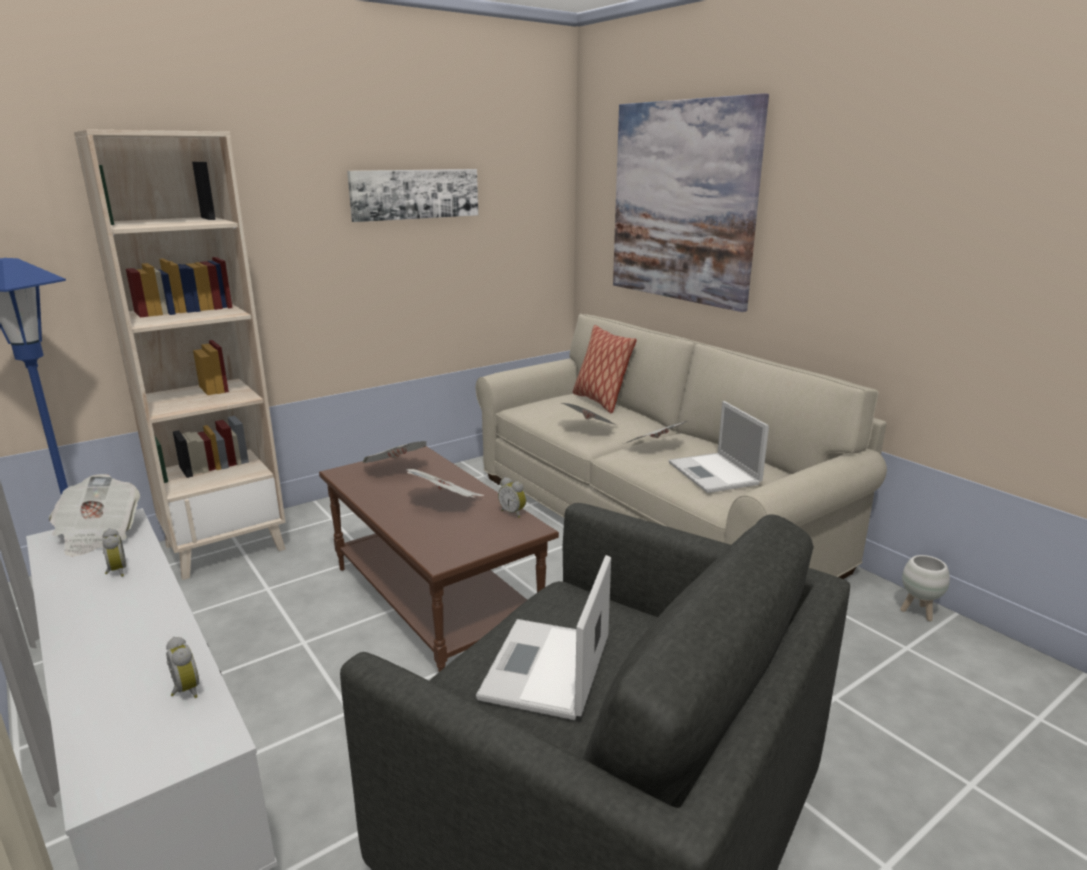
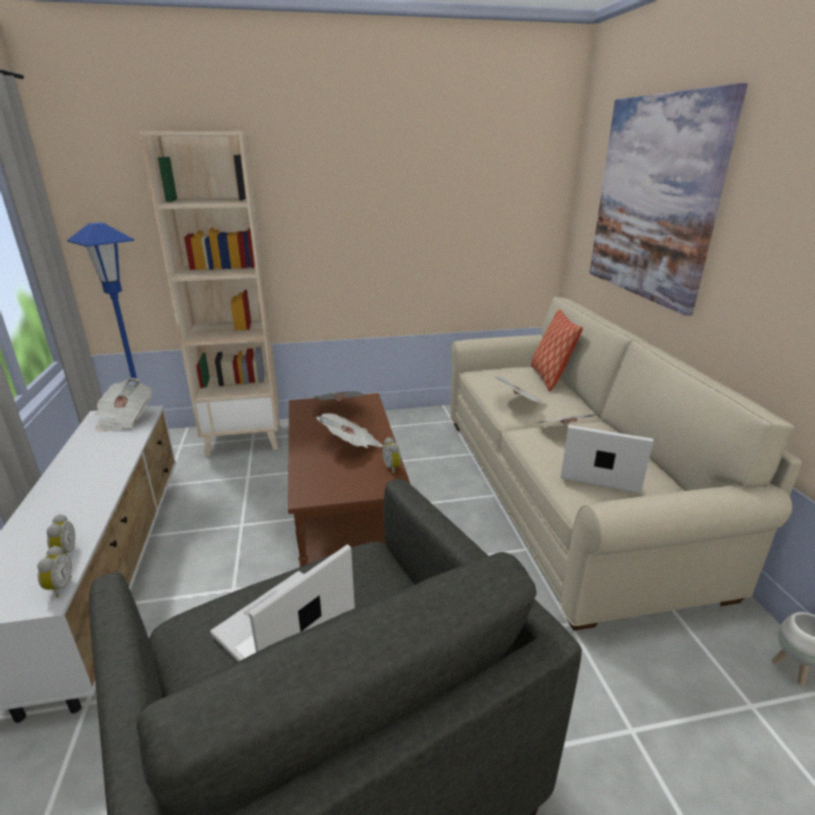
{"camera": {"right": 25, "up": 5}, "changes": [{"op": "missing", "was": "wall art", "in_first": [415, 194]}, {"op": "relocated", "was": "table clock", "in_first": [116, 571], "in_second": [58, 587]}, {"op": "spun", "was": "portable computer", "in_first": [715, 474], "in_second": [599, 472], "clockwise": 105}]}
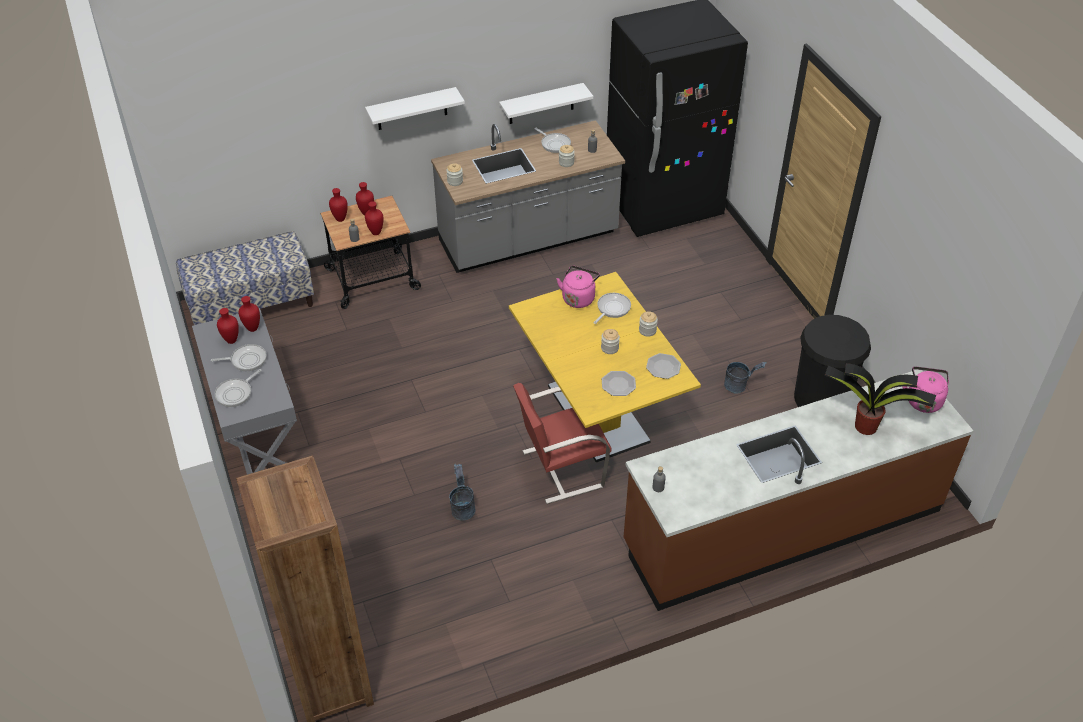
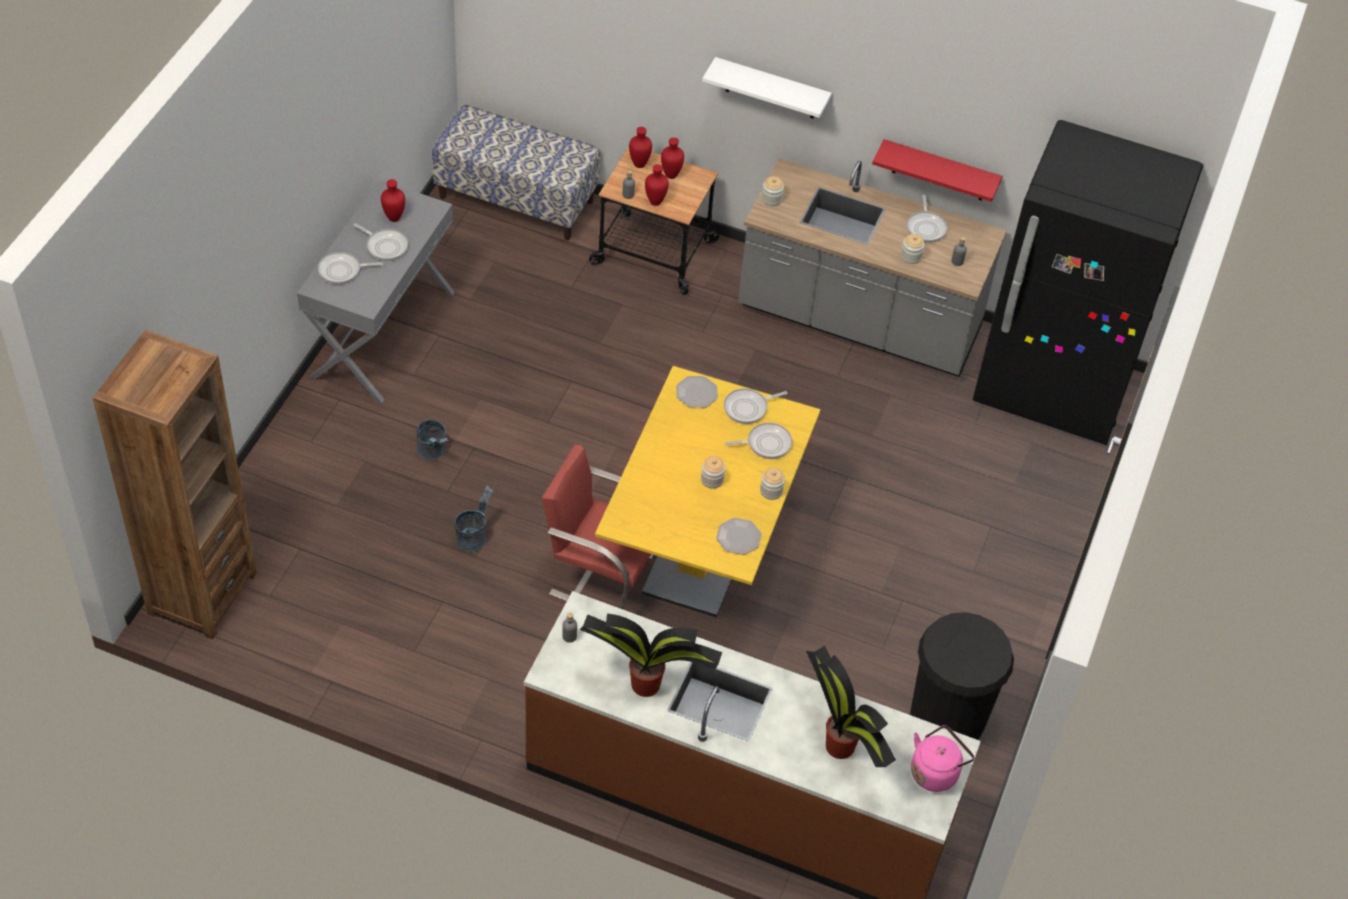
{"camera": {"right": 40, "up": 5}, "changes": [{"op": "missing", "was": "flower vase (reddish)", "in_first": [253, 329]}, {"op": "appeared", "now": "plant in a pot", "in_second": [647, 685]}, {"op": "relocated", "was": "plate", "in_first": [618, 384], "in_second": [696, 393]}, {"op": "relocated", "was": "pail (gray)", "in_first": [739, 386], "in_second": [434, 453]}, {"op": "exchanged", "was": "water kettle (pink-coloured)", "now": "pan", "in_first": [578, 297], "in_second": [748, 408]}, {"op": "colour", "was": "bracket shelf (white-coloured)", "now": "bracket shelf (reddish)", "in_first": [541, 104], "in_second": [939, 171]}]}
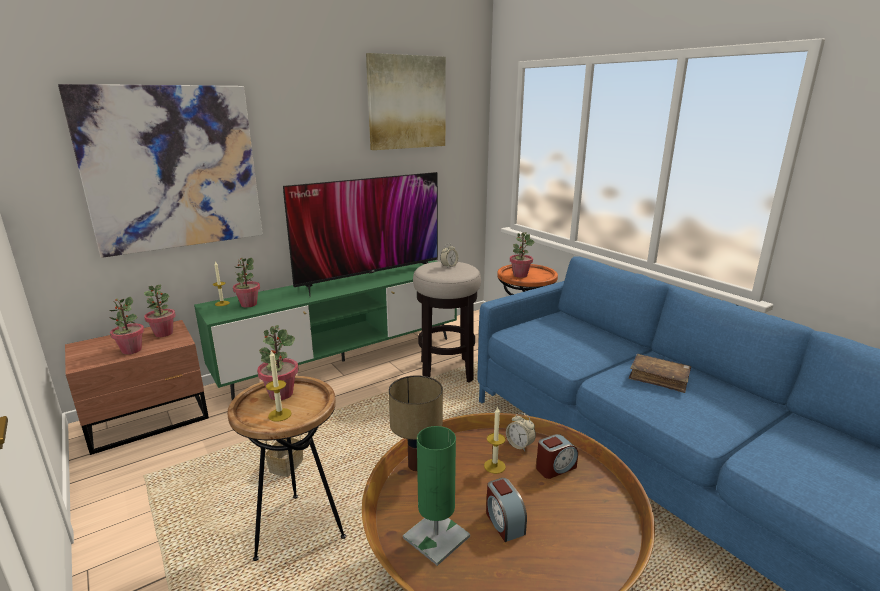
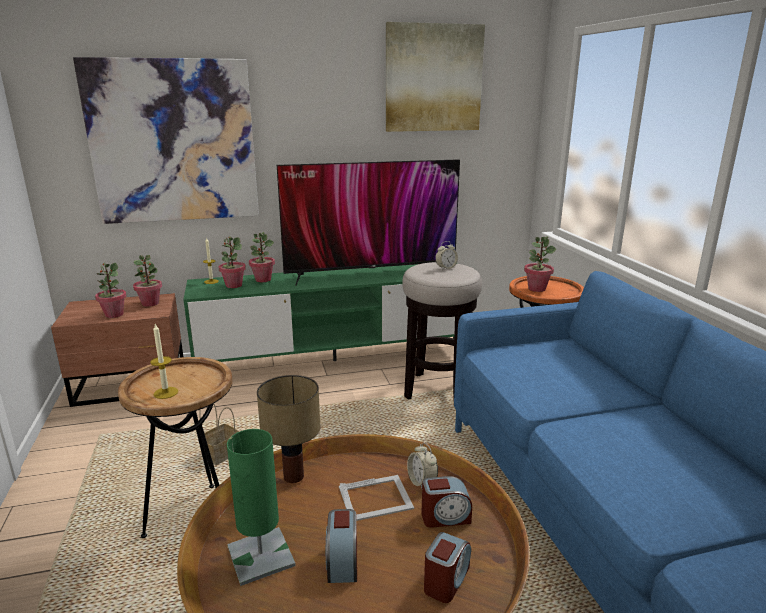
{"camera": {"right": 20, "up": 0}, "changes": [{"op": "missing", "was": "book (brownish)", "in_first": [659, 378]}, {"op": "appeared", "now": "table clock", "in_second": [446, 580]}, {"op": "relocated", "was": "plant in a pot", "in_first": [281, 394], "in_second": [263, 279]}, {"op": "exchanged", "was": "candle", "now": "picture frame", "in_first": [494, 466], "in_second": [376, 498]}]}
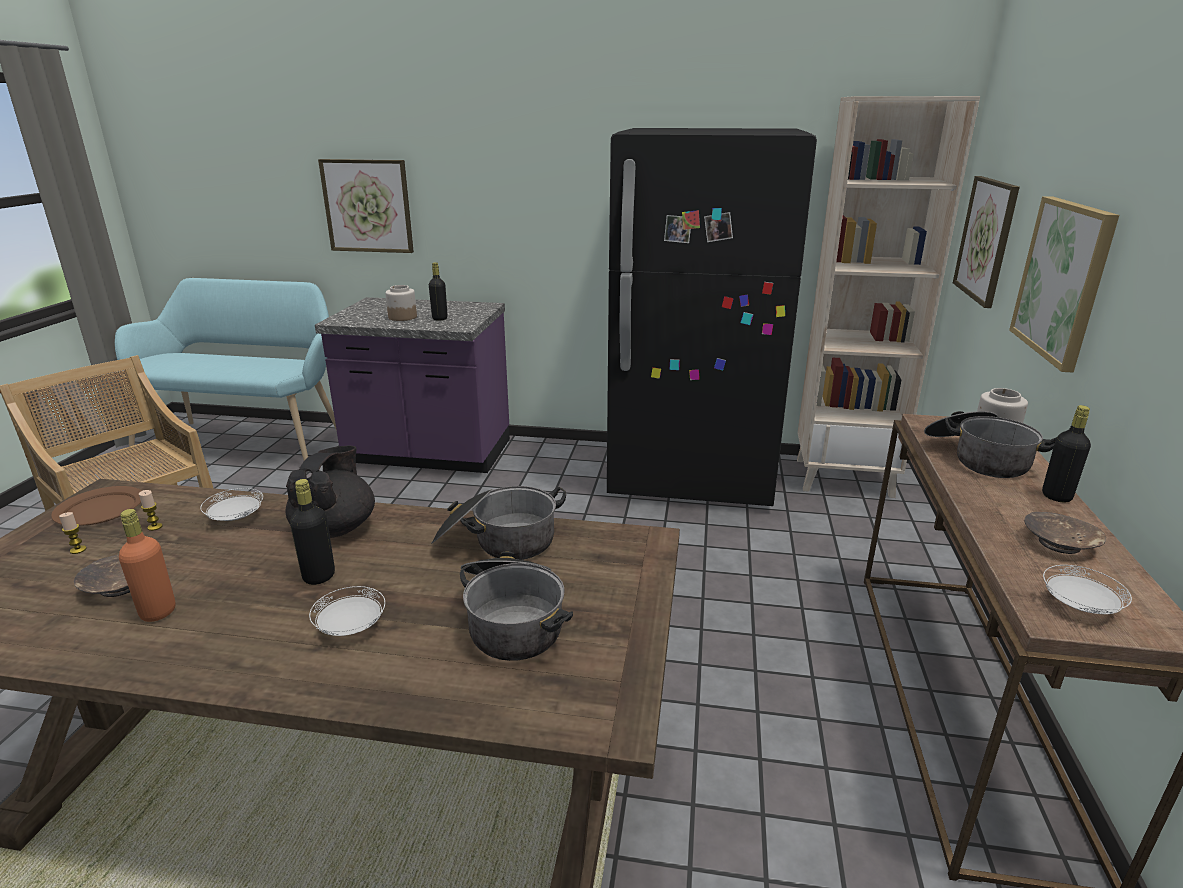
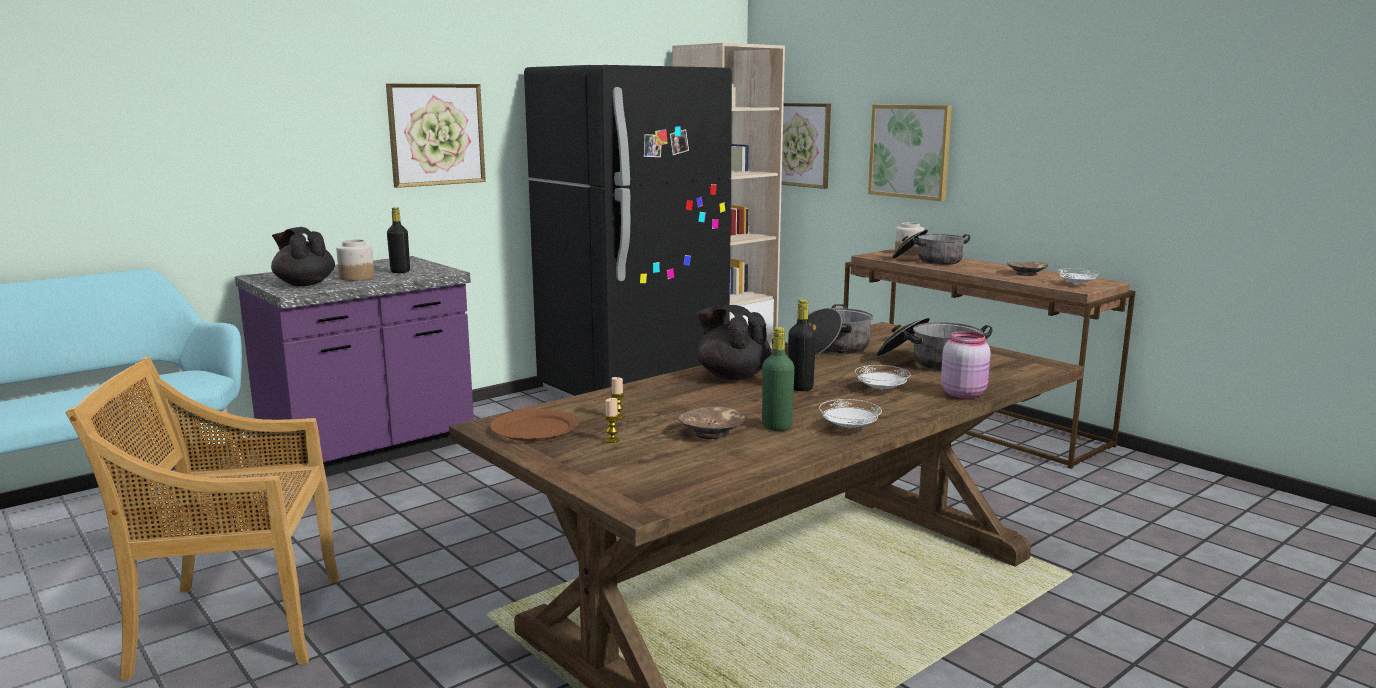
{"camera": {"right": -50, "up": -10}, "changes": [{"op": "missing", "was": "bottle (blackish)", "in_first": [1056, 496]}, {"op": "appeared", "now": "tea pot (blackish)", "in_second": [304, 284]}, {"op": "appeared", "now": "jar (pink-coloured)", "in_second": [964, 394]}, {"op": "relocated", "was": "plate (white-coloured)", "in_first": [236, 518], "in_second": [849, 428]}, {"op": "relocated", "was": "wall art", "in_first": [367, 206], "in_second": [436, 134]}, {"op": "colour", "was": "bottle (orange)", "now": "bottle (green)", "in_first": [158, 612], "in_second": [776, 426]}]}
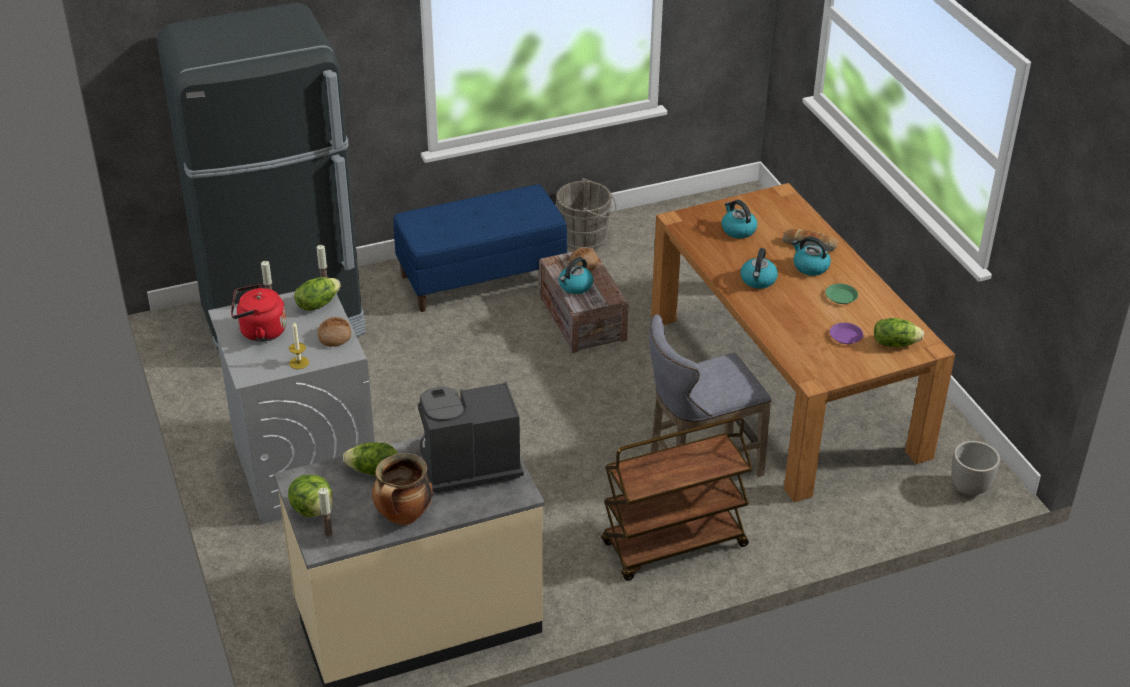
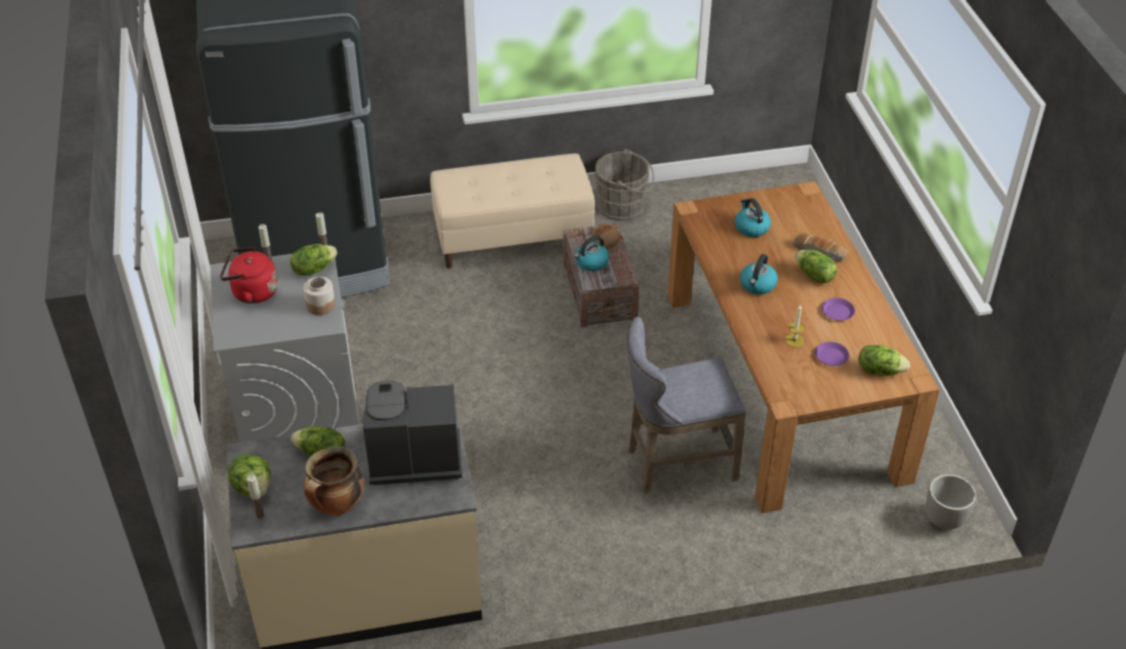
{"camera": {"right": 10, "up": 5}, "changes": [{"op": "missing", "was": "trolley (brownish)", "in_first": [673, 546]}, {"op": "relocated", "was": "candle", "in_first": [299, 362], "in_second": [794, 340]}, {"op": "exchanged", "was": "baked bread", "now": "jar", "in_first": [334, 336], "in_second": [320, 305]}, {"op": "exchanged", "was": "water kettle", "now": "lettuce head", "in_first": [810, 267], "in_second": [814, 276]}, {"op": "colour", "was": "long seat (blue)", "now": "long seat (beige)", "in_first": [482, 277], "in_second": [513, 238]}, {"op": "colour", "was": "plate (green)", "now": "plate (purple-coloured)", "in_first": [841, 296], "in_second": [838, 312]}]}
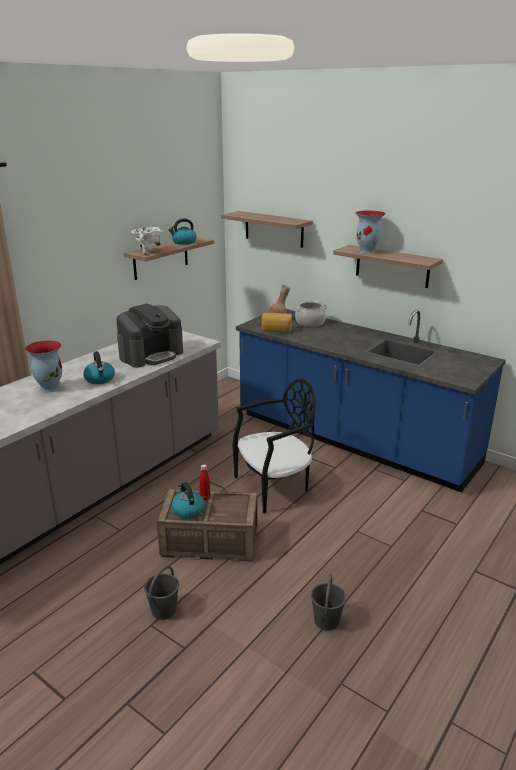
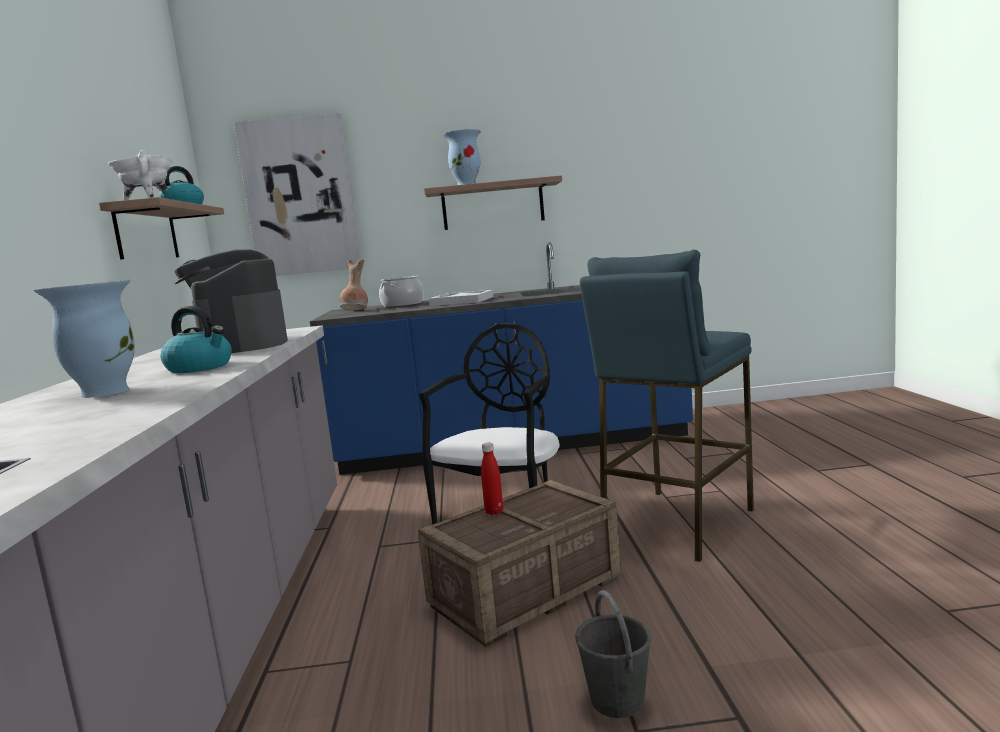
{"camera": {"right": -40, "up": -15}, "changes": [{"op": "missing", "was": "water kettle", "in_first": [188, 510]}, {"op": "missing", "was": "baked bread", "in_first": [276, 330]}, {"op": "missing", "was": "pail (gray)", "in_first": [326, 621]}, {"op": "appeared", "now": "tray (white-coloured)", "in_second": [461, 301]}, {"op": "appeared", "now": "sitting stool (blue)", "in_second": [676, 523]}, {"op": "exchanged", "was": "bracket shelf", "now": "wall art", "in_first": [274, 229], "in_second": [300, 197]}, {"op": "spun", "was": "coffee brewer", "in_first": [151, 355], "in_second": [239, 346], "clockwise": 150}]}
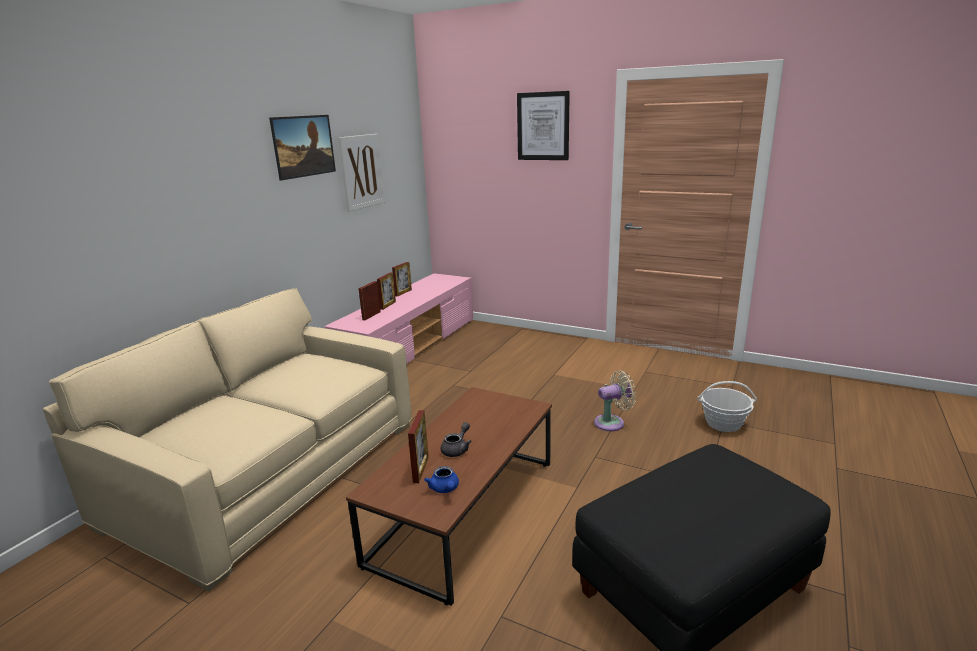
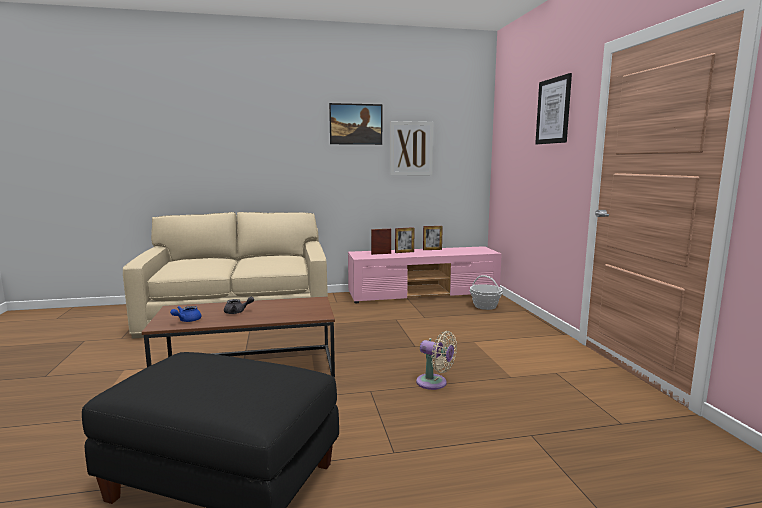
{"camera": {"right": 50, "up": -10}, "changes": [{"op": "missing", "was": "picture frame", "in_first": [421, 469]}, {"op": "relocated", "was": "storage basket", "in_first": [723, 423], "in_second": [485, 306]}]}
